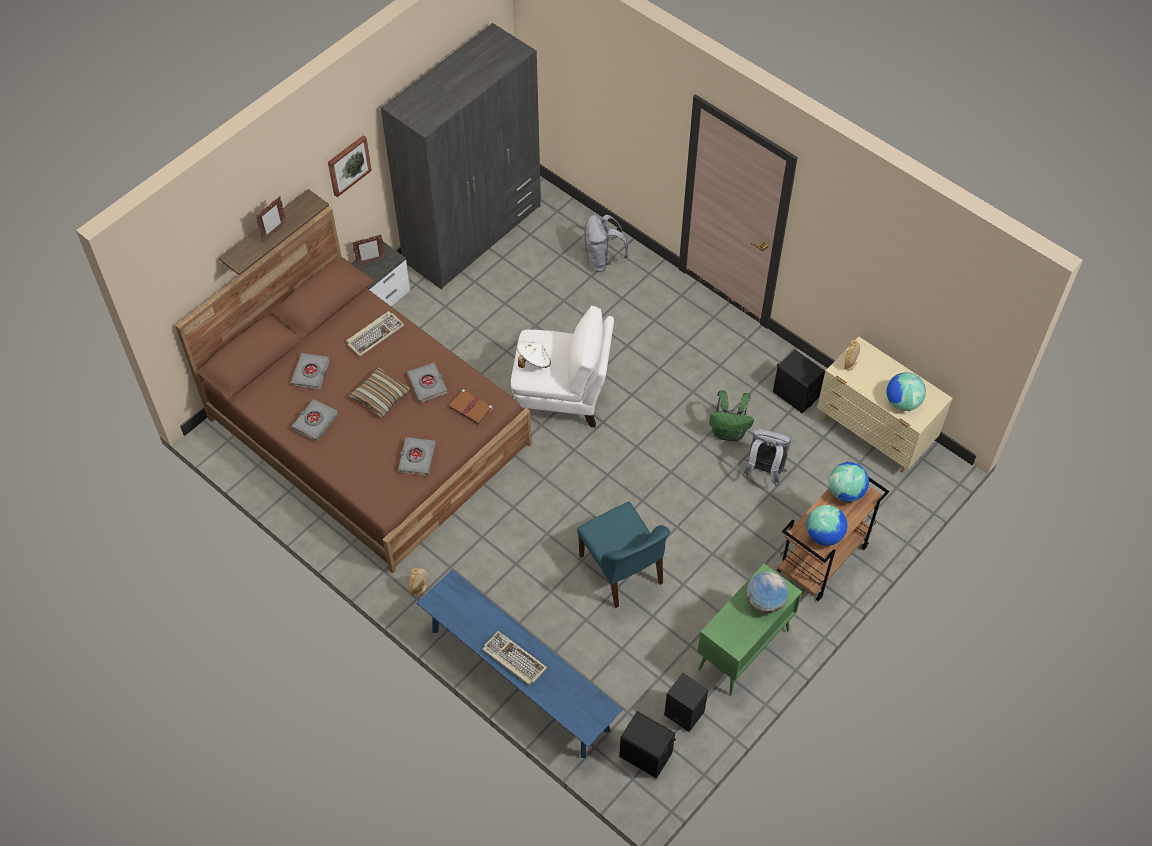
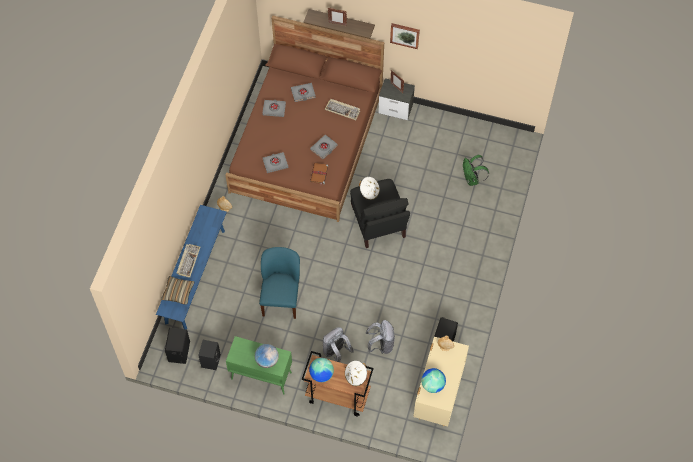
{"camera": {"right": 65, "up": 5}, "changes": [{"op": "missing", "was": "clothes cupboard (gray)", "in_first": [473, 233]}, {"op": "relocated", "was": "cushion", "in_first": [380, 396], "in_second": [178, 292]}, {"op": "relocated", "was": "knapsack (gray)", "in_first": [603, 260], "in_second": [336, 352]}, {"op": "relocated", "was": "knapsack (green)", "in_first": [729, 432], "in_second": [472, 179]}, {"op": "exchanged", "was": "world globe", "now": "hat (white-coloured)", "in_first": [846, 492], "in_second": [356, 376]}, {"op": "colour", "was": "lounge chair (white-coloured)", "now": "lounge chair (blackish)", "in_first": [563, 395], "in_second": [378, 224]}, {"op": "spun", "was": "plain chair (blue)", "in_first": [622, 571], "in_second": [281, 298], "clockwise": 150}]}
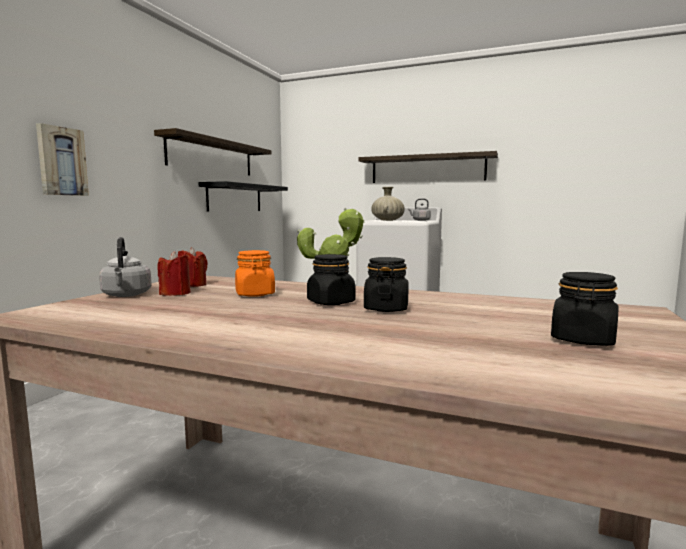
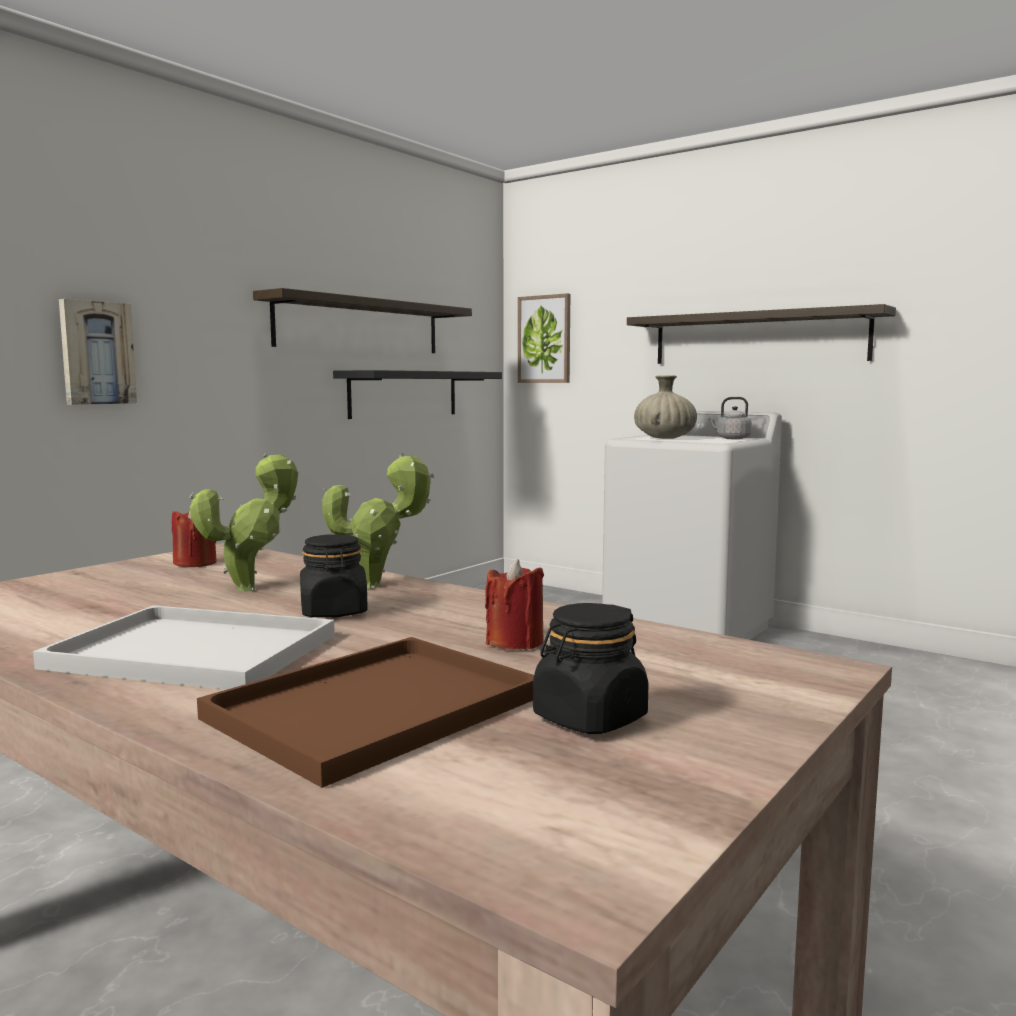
{"camera": {"right": 15, "up": 0}, "changes": [{"op": "missing", "was": "water kettle (gray)", "in_first": [126, 295]}, {"op": "missing", "was": "jar (blackish)", "in_first": [386, 308]}, {"op": "appeared", "now": "tray (white-coloured)", "in_second": [187, 651]}, {"op": "appeared", "now": "tray (brownish)", "in_second": [372, 710]}, {"op": "appeared", "now": "wall art", "in_second": [544, 339]}, {"op": "relocated", "was": "candle (reddish)", "in_first": [175, 293], "in_second": [515, 642]}, {"op": "exchanged", "was": "jar (orange)", "now": "plant in a pot", "in_first": [255, 294], "in_second": [252, 588]}]}
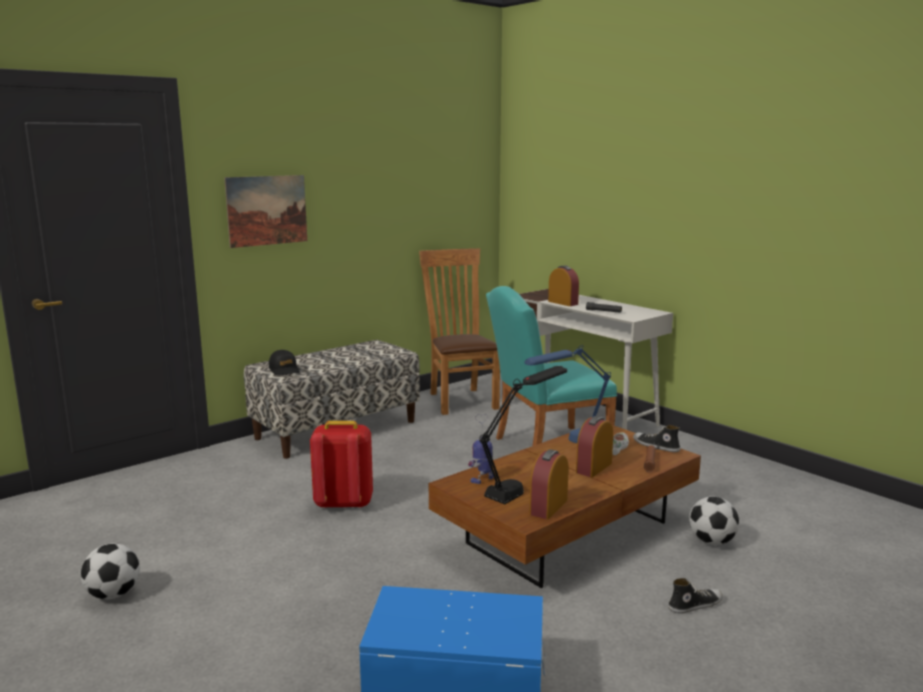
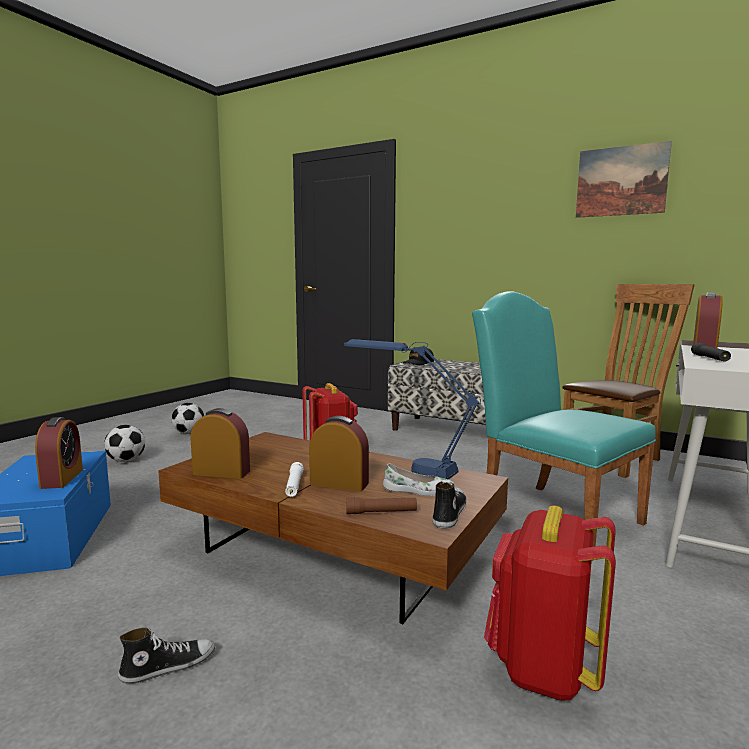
{"camera": {"right": 70, "up": -5}, "changes": [{"op": "missing", "was": "robot figure", "in_first": [483, 479]}, {"op": "missing", "was": "table lamp (blackish)", "in_first": [522, 485]}, {"op": "appeared", "now": "table clock", "in_second": [62, 478]}, {"op": "appeared", "now": "torch (white-coloured)", "in_second": [294, 485]}, {"op": "appeared", "now": "knapsack (reddish)", "in_second": [543, 668]}, {"op": "relocated", "was": "wall art", "in_first": [267, 210], "in_second": [621, 181]}, {"op": "relocated", "was": "ball for football", "in_first": [711, 542], "in_second": [126, 461]}, {"op": "spun", "was": "low shoe", "in_first": [695, 605], "in_second": [168, 666], "clockwise": -75}]}
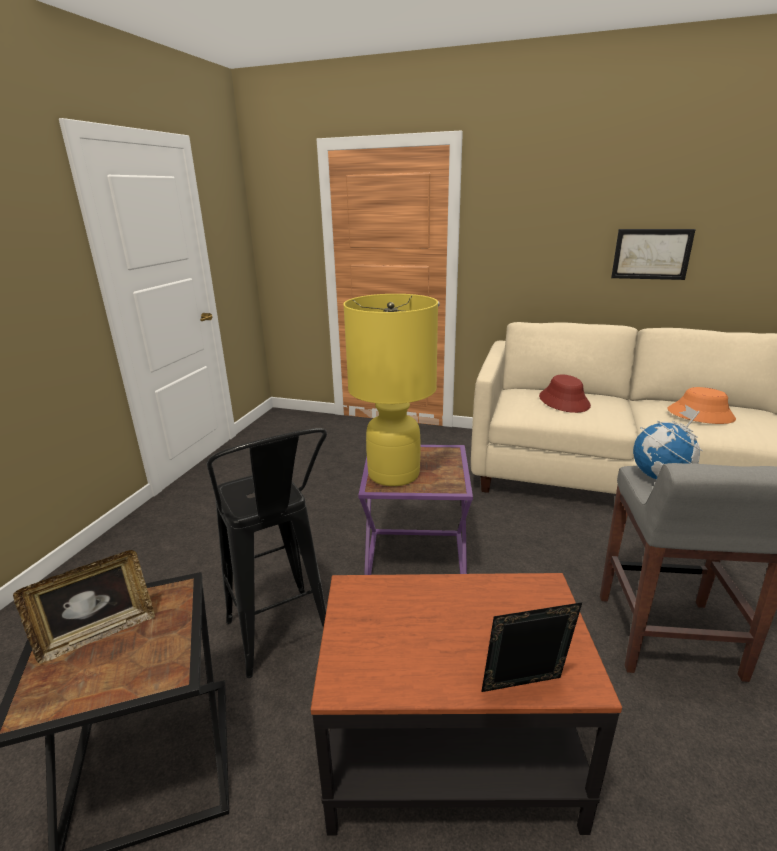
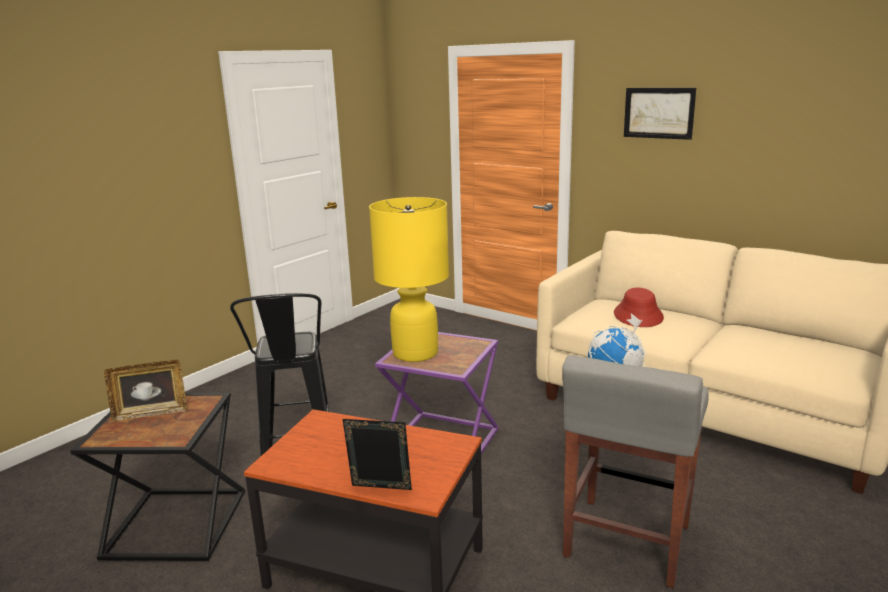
{"camera": {"right": 20, "up": -5}, "changes": [{"op": "missing", "was": "hat (orange)", "in_first": [700, 414]}, {"op": "relocated", "was": "wall art", "in_first": [651, 254], "in_second": [658, 113]}]}
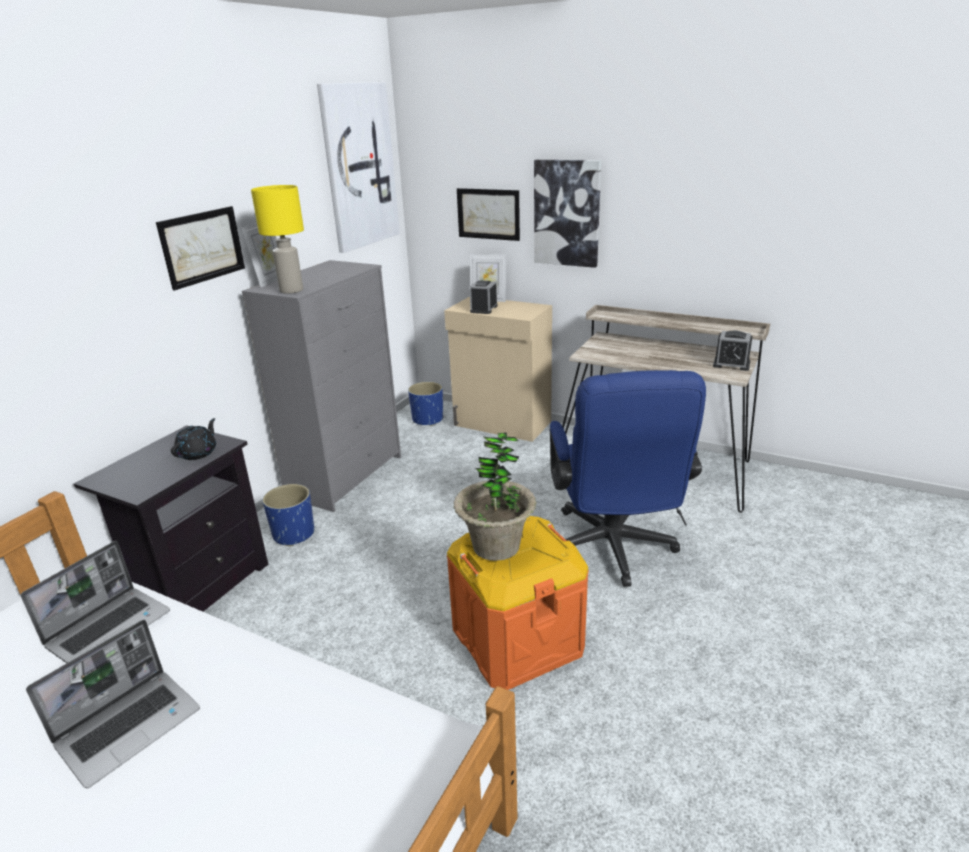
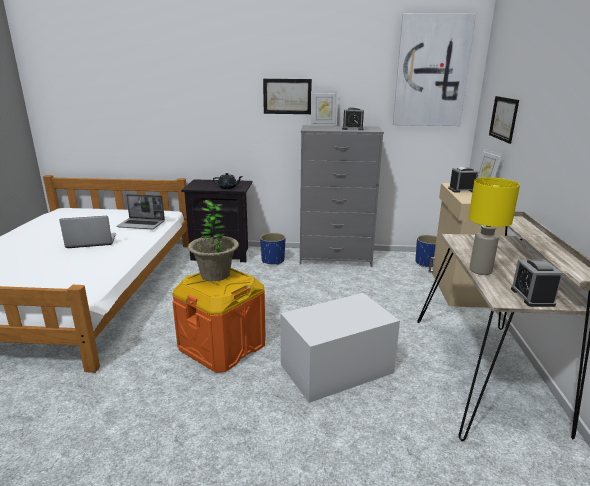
{"camera": {"right": 65, "up": -5}, "changes": [{"op": "missing", "was": "wall art", "in_first": [567, 213]}, {"op": "appeared", "now": "table clock", "in_second": [352, 129]}, {"op": "relocated", "was": "table lamp (yellow-coloured)", "in_first": [291, 290], "in_second": [480, 270]}, {"op": "exchanged", "was": "computer chair (blue)", "now": "storage container (white-coloured)", "in_first": [613, 551], "in_second": [336, 369]}, {"op": "spun", "was": "portable computer", "in_first": [130, 726], "in_second": [90, 242], "clockwise": 150}]}
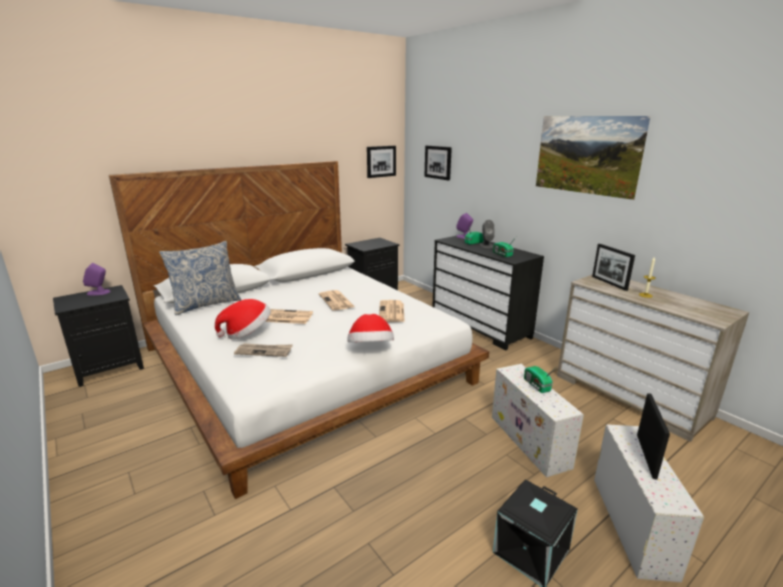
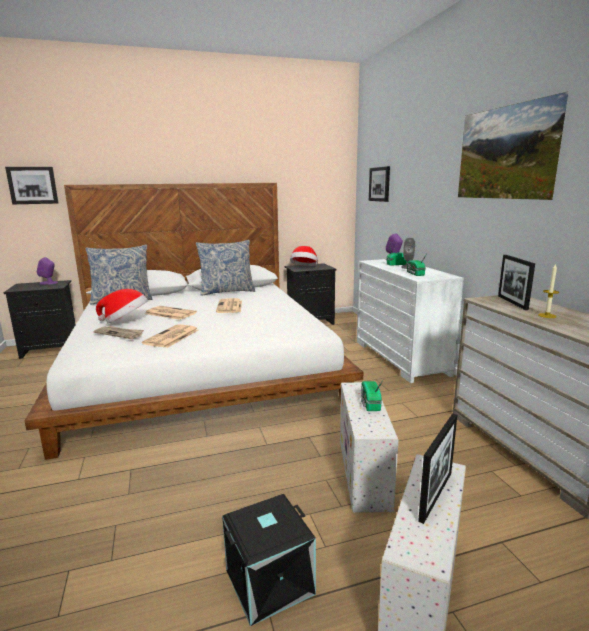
{"camera": {"right": 20, "up": -5}, "changes": [{"op": "appeared", "now": "cushion", "in_second": [227, 291]}, {"op": "relocated", "was": "hat", "in_first": [371, 349], "in_second": [304, 268]}, {"op": "relocated", "was": "wall art", "in_first": [381, 161], "in_second": [33, 185]}, {"op": "relocated", "was": "newspaper", "in_first": [392, 312], "in_second": [171, 337]}, {"op": "colour", "was": "chest of drawers (blackish)", "now": "chest of drawers (white-coloured)", "in_first": [480, 325], "in_second": [401, 357]}]}
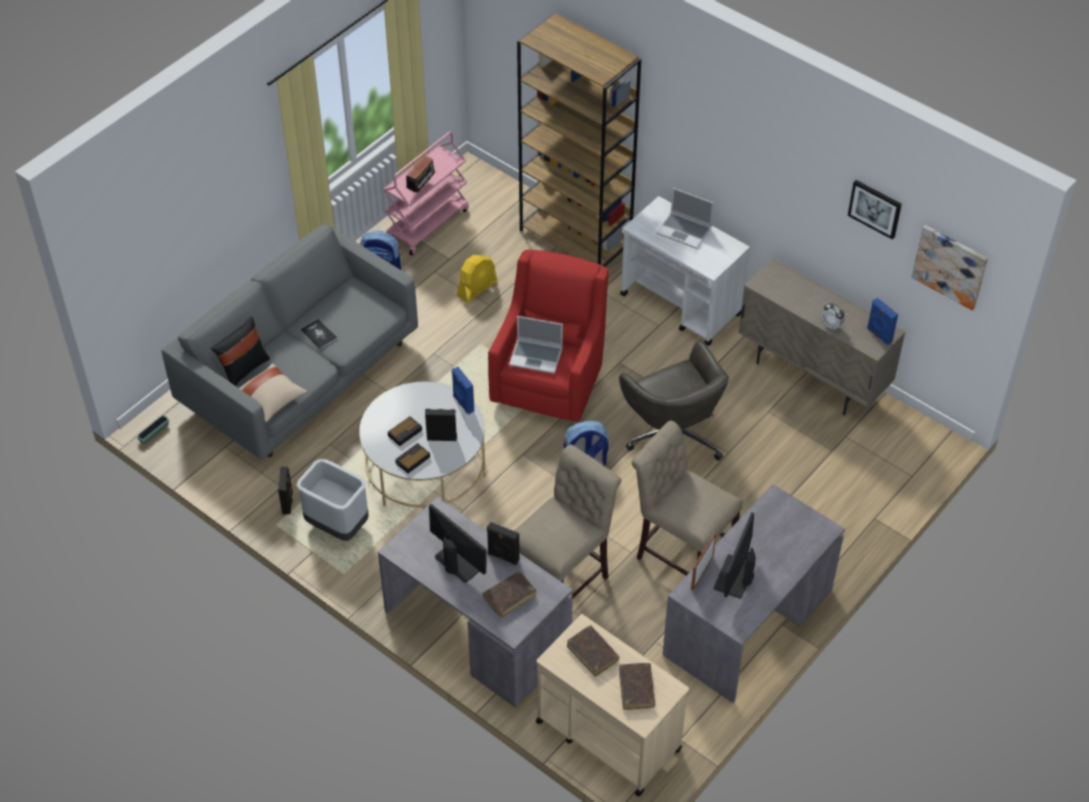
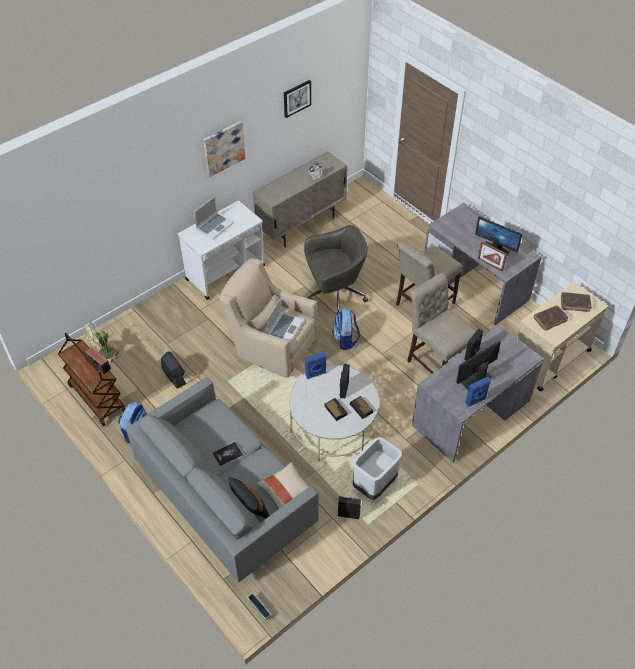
{"camera": {"right": -80, "up": 0}, "changes": [{"op": "missing", "was": "book (brownish)", "in_first": [509, 597]}, {"op": "missing", "was": "bookshelf (brownish)", "in_first": [576, 239]}, {"op": "appeared", "now": "fan (green)", "in_second": [103, 355]}, {"op": "relocated", "was": "audio speaker (blue)", "in_first": [878, 335], "in_second": [476, 401]}, {"op": "relocated", "was": "wall art", "in_first": [950, 266], "in_second": [223, 148]}, {"op": "colour", "was": "trolley (pink-coloured)", "now": "trolley (brownish)", "in_first": [427, 224], "in_second": [97, 398]}, {"op": "colour", "was": "fan (yellow-coloured)", "now": "fan (blackish)", "in_first": [477, 288], "in_second": [174, 376]}, {"op": "colour", "was": "lounge chair (reddish)", "now": "lounge chair (beige)", "in_first": [550, 380], "in_second": [271, 347]}]}
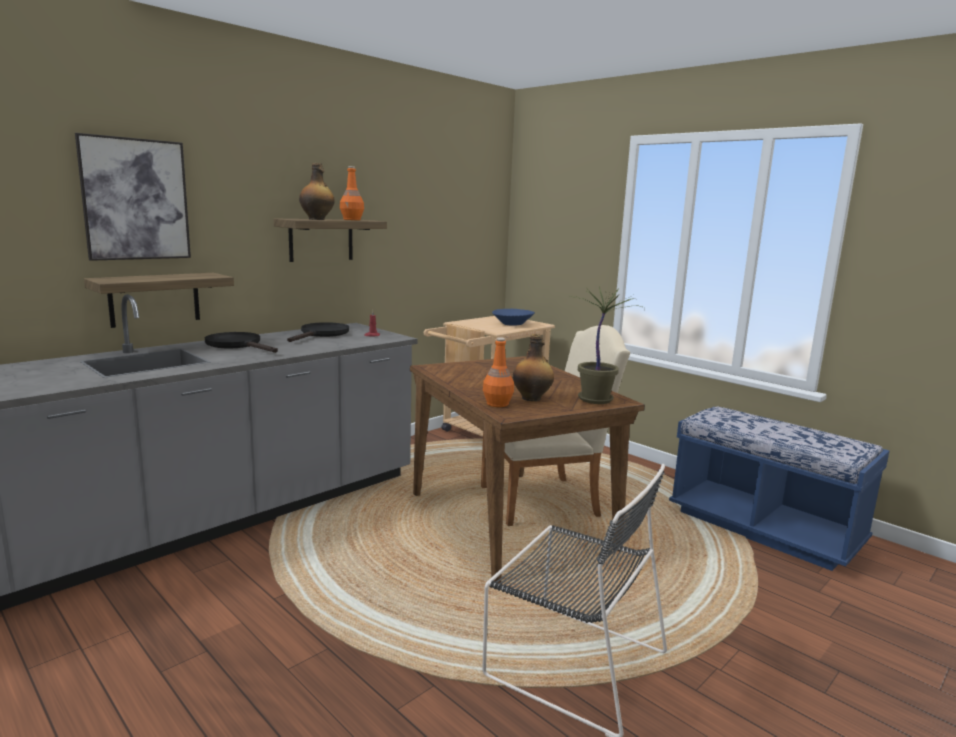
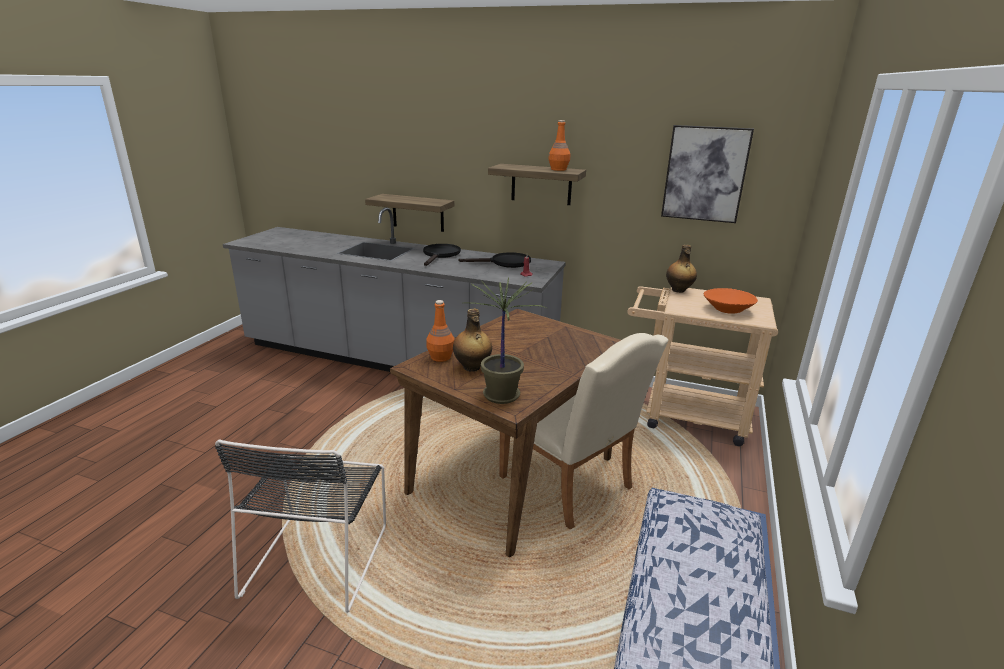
{"camera": {"right": 65, "up": 10}, "changes": [{"op": "relocated", "was": "wall art", "in_first": [135, 199], "in_second": [705, 174]}, {"op": "relocated", "was": "bottle", "in_first": [317, 219], "in_second": [678, 290]}, {"op": "colour", "was": "deep dish (blue)", "now": "deep dish (orange)", "in_first": [512, 324], "in_second": [727, 310]}]}
